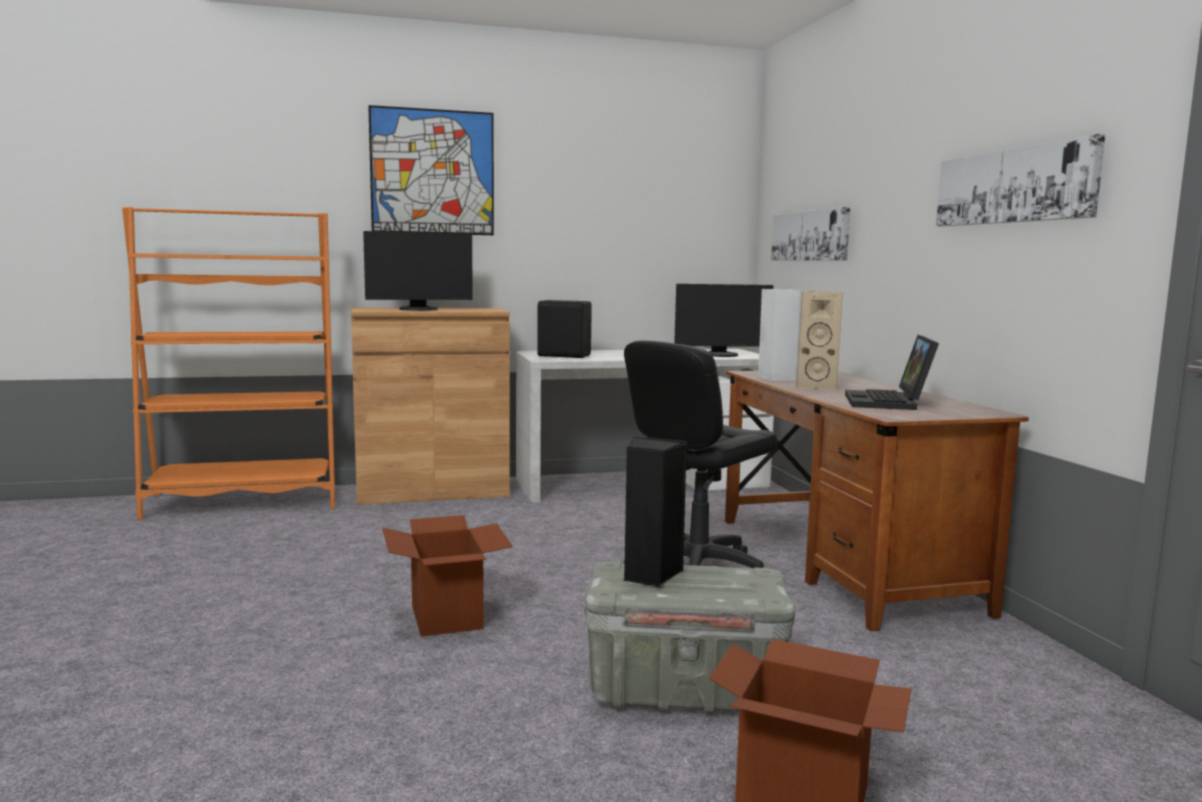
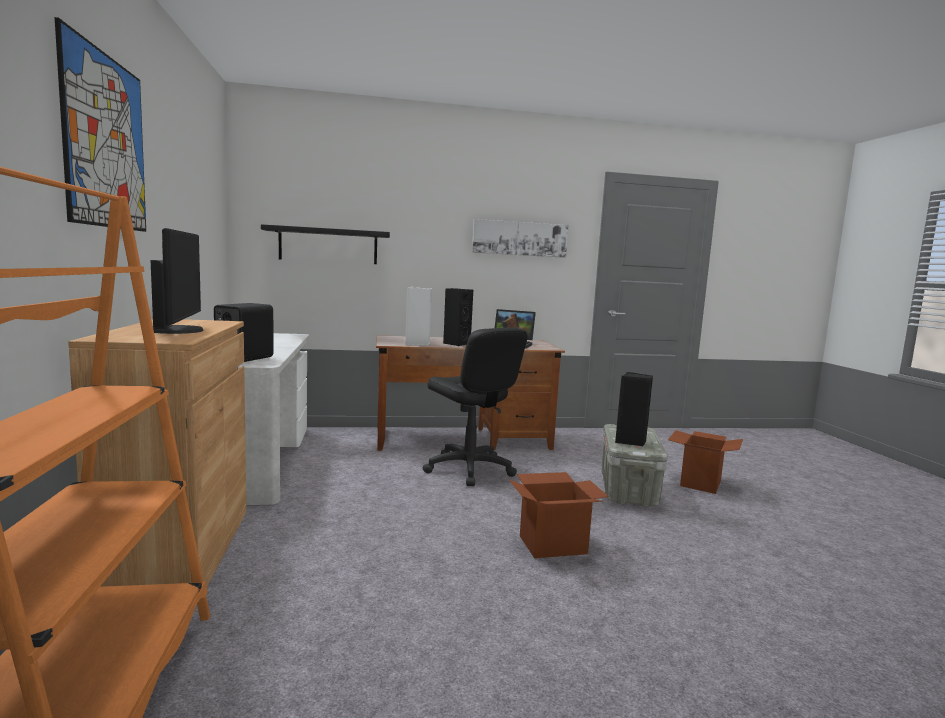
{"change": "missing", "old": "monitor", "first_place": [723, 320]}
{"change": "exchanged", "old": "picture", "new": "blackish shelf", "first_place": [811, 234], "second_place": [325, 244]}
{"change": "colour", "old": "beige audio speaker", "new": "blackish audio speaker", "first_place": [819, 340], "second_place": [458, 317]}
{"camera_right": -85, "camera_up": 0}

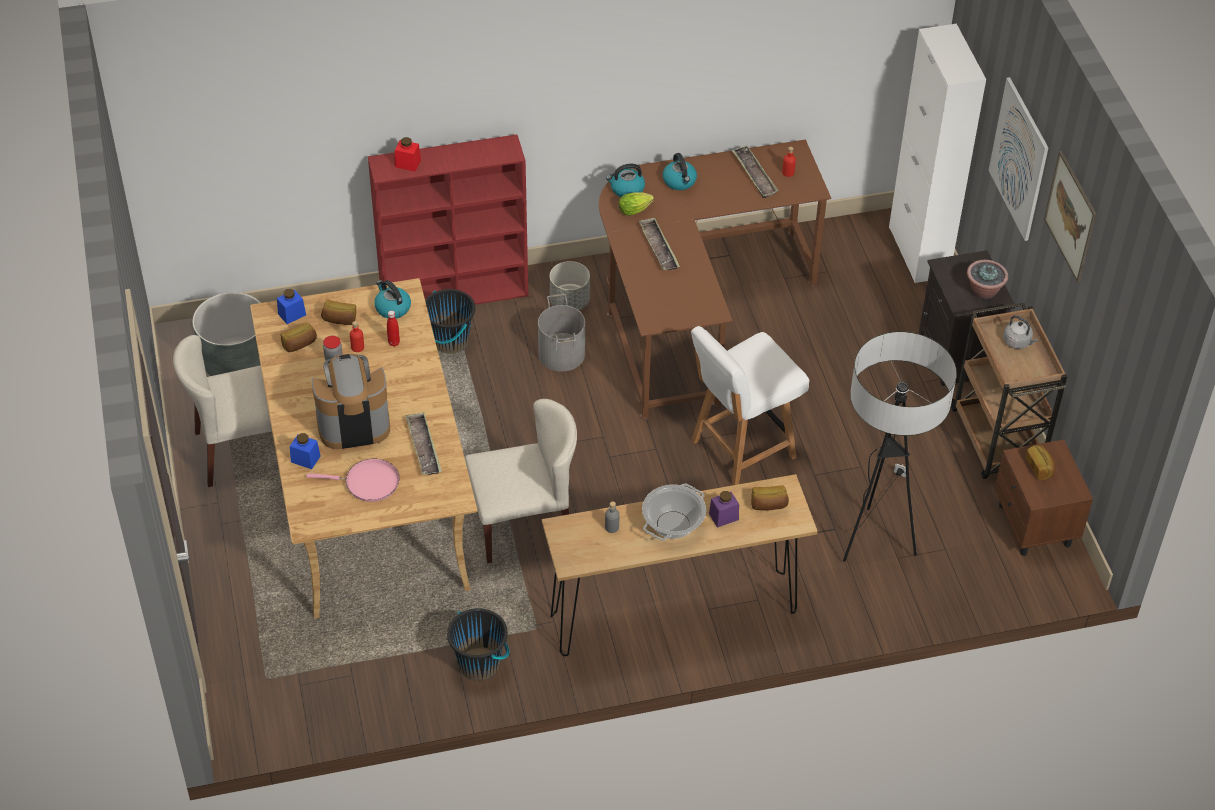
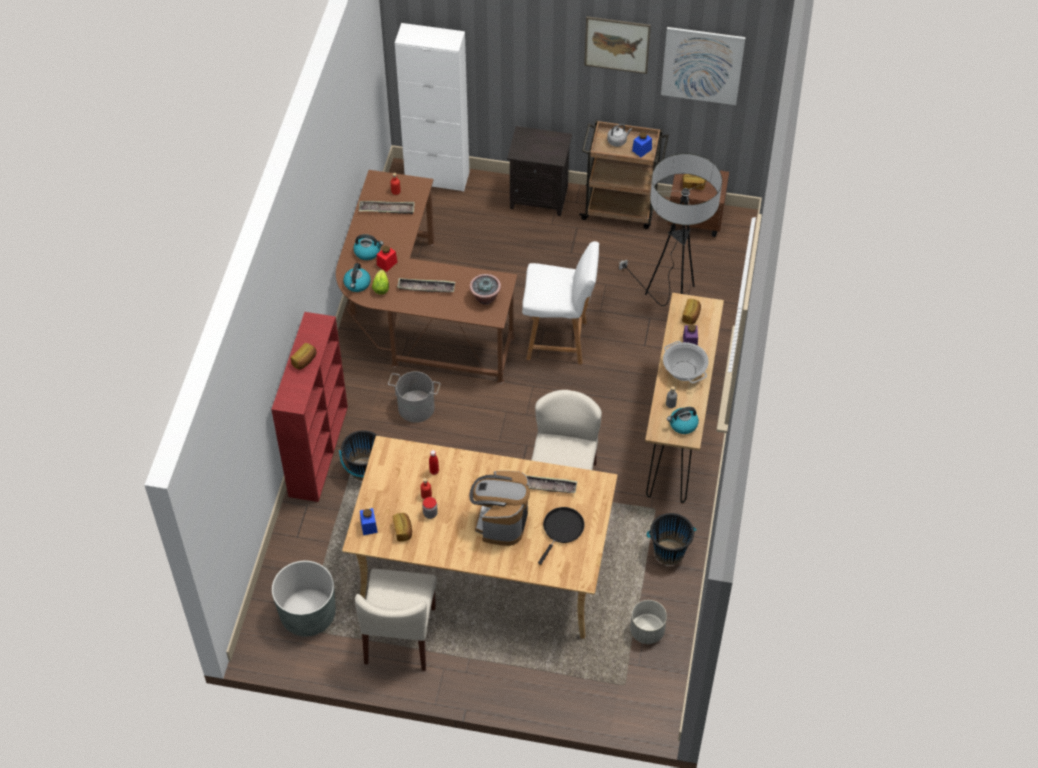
{"change": "relocated", "old": "blue storage jar", "first_place": [305, 451], "second_place": [642, 144]}
{"change": "colour", "old": "pink skillet", "new": "blackish skillet", "first_place": [353, 480], "second_place": [561, 536]}
{"change": "relocated", "old": "bread", "first_place": [338, 312], "second_place": [304, 356]}
{"change": "relocated", "old": "kettle", "first_place": [392, 299], "second_place": [683, 420]}
{"change": "relocated", "old": "red storage jar", "first_place": [408, 154], "second_place": [387, 259]}
{"change": "relocated", "old": "greyish flower pot", "first_place": [570, 285], "second_place": [648, 622]}
{"change": "spun", "old": "whitish chair", "first_place": [750, 405], "second_place": [560, 302], "degrees": -75}
{"change": "relocated", "old": "potted plant", "first_place": [987, 279], "second_place": [485, 289]}
{"change": "relocated", "old": "picture", "first_place": [1018, 159], "second_place": [703, 66]}
{"camera_right": -65, "camera_up": 5}

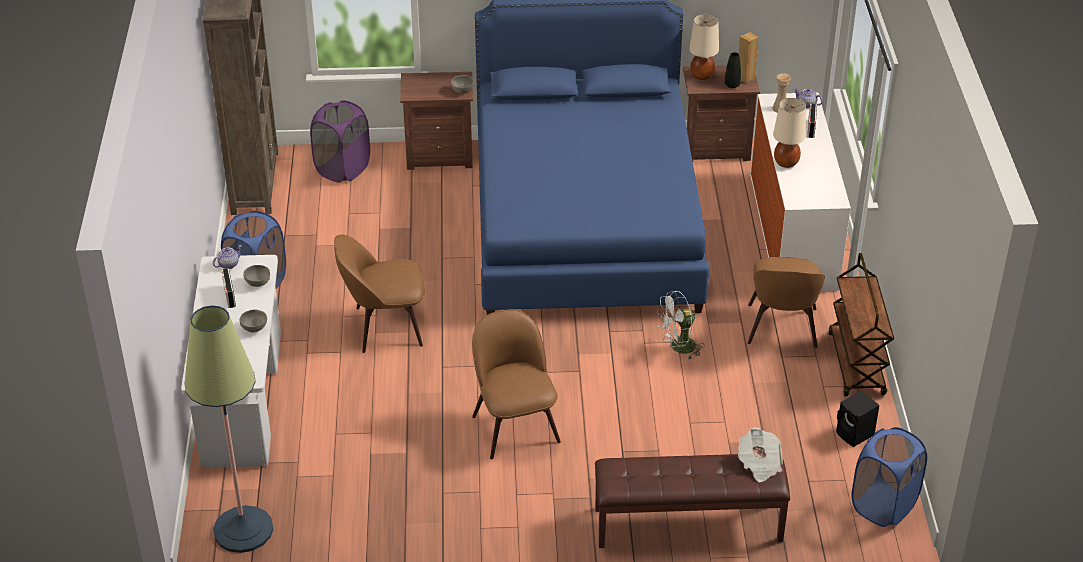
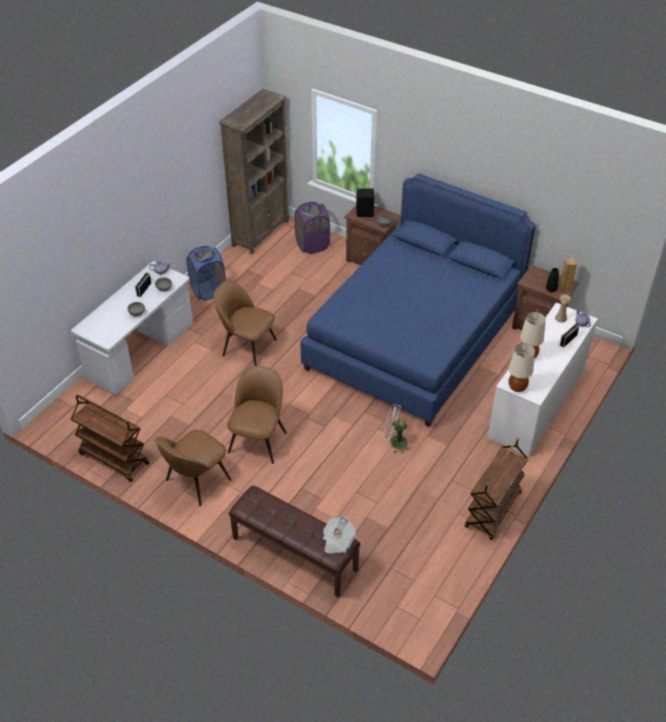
{"change": "missing", "old": "floor lamp", "first_place": [229, 429]}
{"change": "relocated", "old": "beige tabletop lamp", "first_place": [704, 47], "second_place": [522, 367]}
{"change": "relocated", "old": "brown-coloured chair", "first_place": [786, 302], "second_place": [193, 468]}
{"change": "relocated", "old": "blackish audio speaker", "first_place": [857, 419], "second_place": [365, 203]}
{"change": "missing", "old": "blue hamper", "first_place": [889, 477]}
{"change": "appeared", "new": "brown-coloured cart", "second_place": [109, 438]}
{"camera_right": 35, "camera_up": 5}

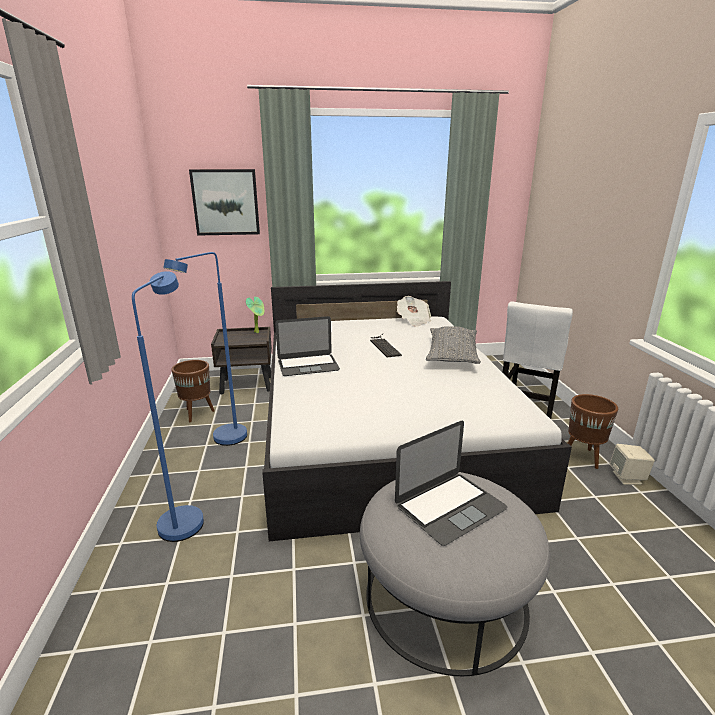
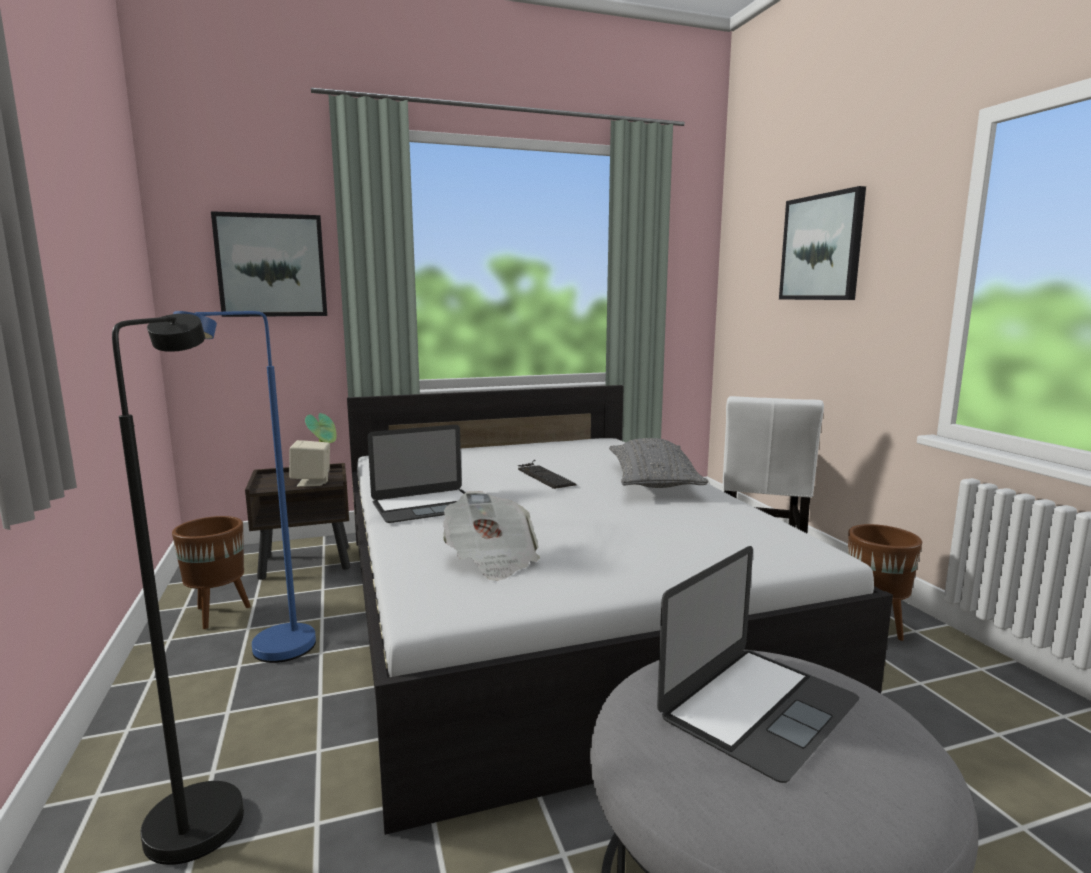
{"change": "colour", "old": "blue floor lamp", "new": "blackish floor lamp", "first_place": [168, 406], "second_place": [178, 589]}
{"change": "relocated", "old": "printed paper", "first_place": [414, 311], "second_place": [491, 536]}
{"change": "relocated", "old": "beige audio speaker", "first_place": [632, 464], "second_place": [309, 463]}
{"change": "appeared", "new": "picture", "second_place": [822, 243]}
{"camera_right": -10, "camera_up": -10}

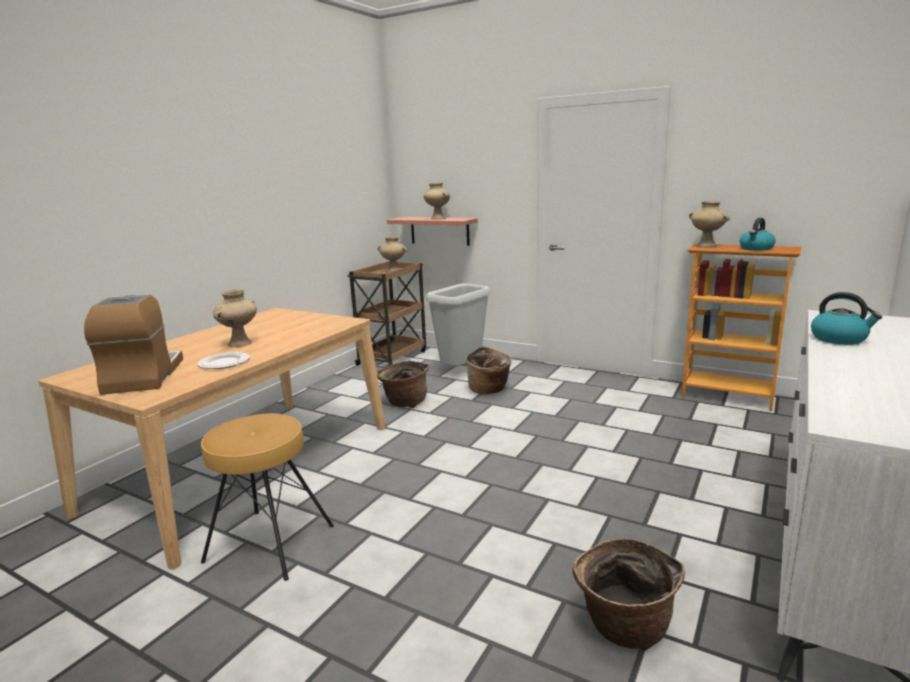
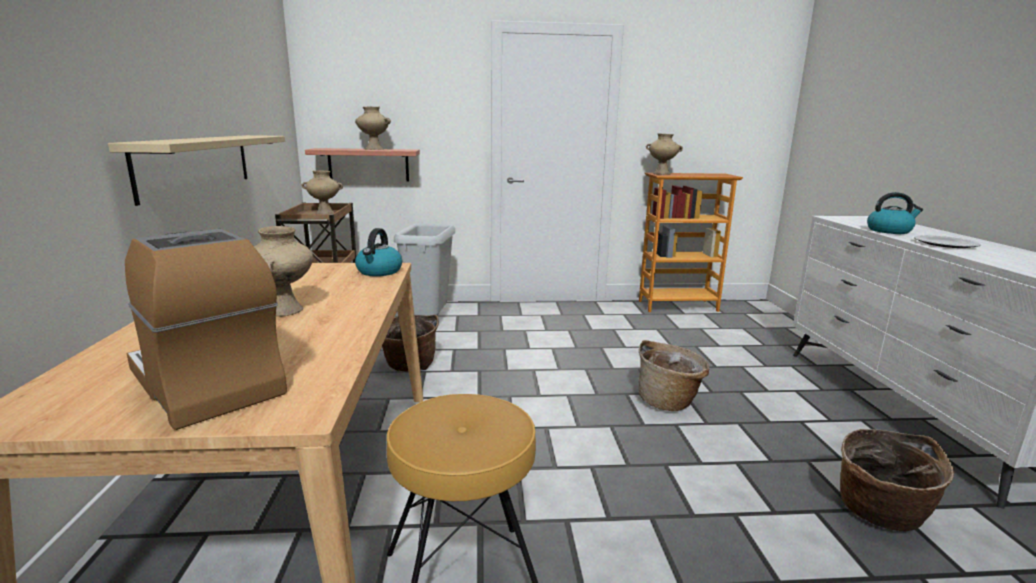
{"change": "relocated", "old": "flat dish", "first_place": [224, 360], "second_place": [947, 241]}
{"change": "relocated", "old": "household basket", "first_place": [489, 370], "second_place": [674, 375]}
{"change": "relocated", "old": "kettle", "first_place": [758, 234], "second_place": [378, 252]}
{"change": "appeared", "new": "beige shelf", "second_place": [196, 170]}
{"camera_right": -35, "camera_up": 0}

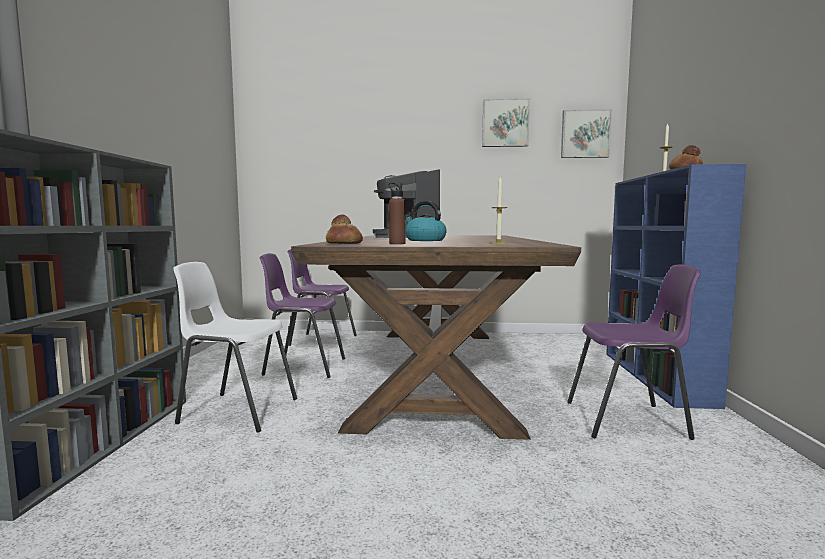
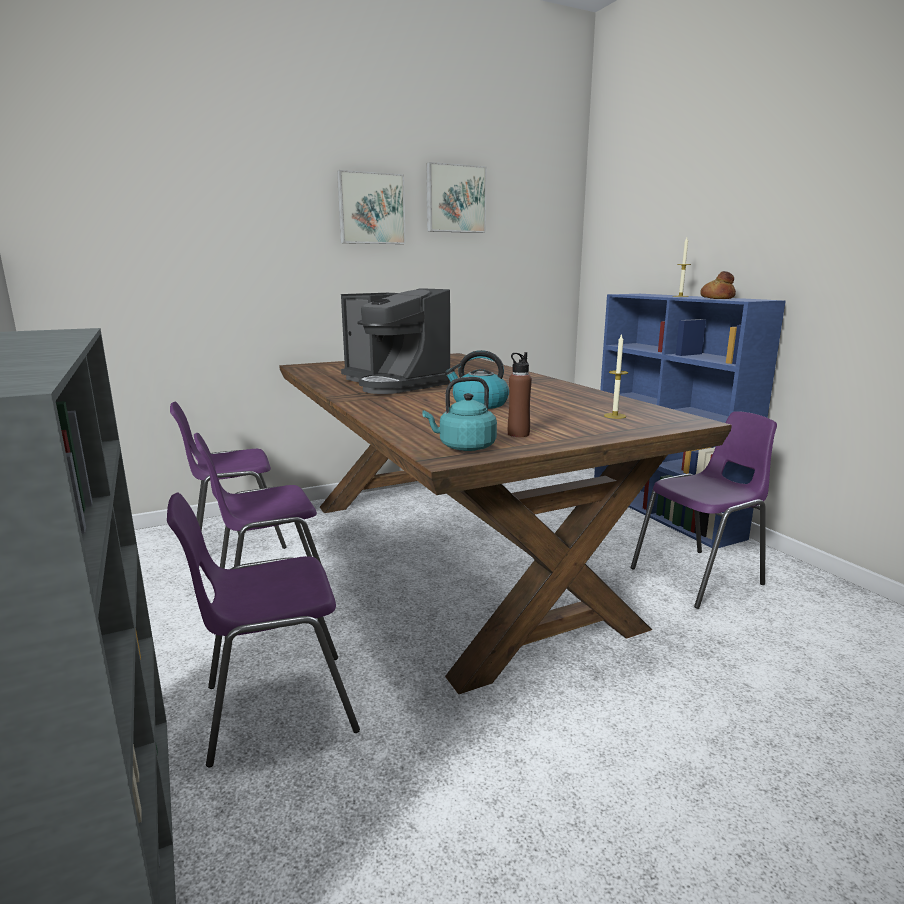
{"change": "colour", "old": "whitish chair", "new": "purple chair", "first_place": [235, 347], "second_place": [263, 630]}
{"change": "exchanged", "old": "bread", "new": "turquoise-coloured kettle", "first_place": [344, 229], "second_place": [459, 414]}
{"change": "relocated", "old": "picture", "first_place": [586, 133], "second_place": [371, 207]}
{"camera_right": -30, "camera_up": 10}

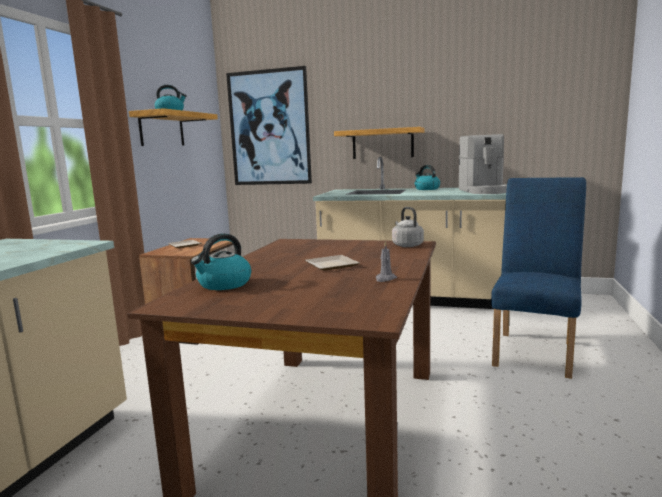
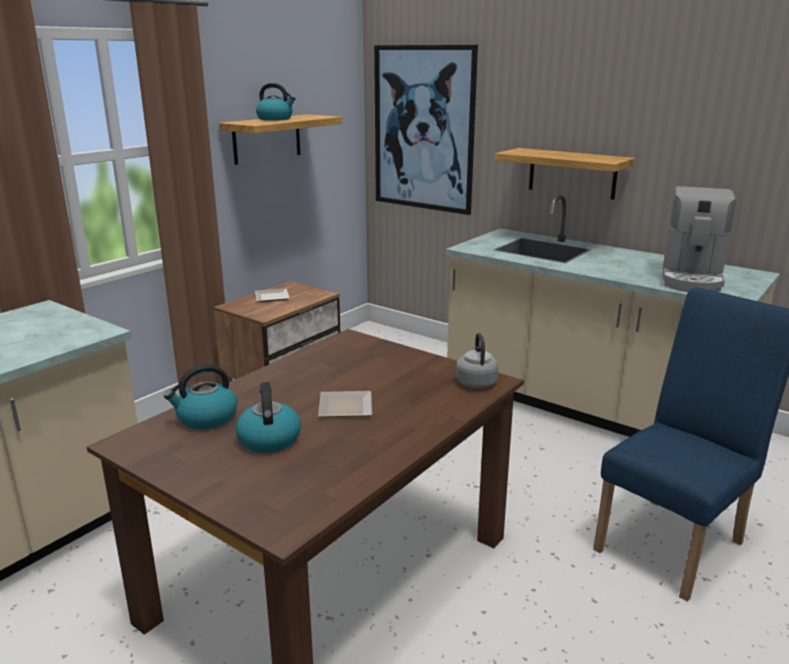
{"change": "missing", "old": "greyish candle", "first_place": [386, 261]}
{"change": "relocated", "old": "kettle", "first_place": [427, 177], "second_place": [268, 417]}
{"camera_right": 20, "camera_up": 10}

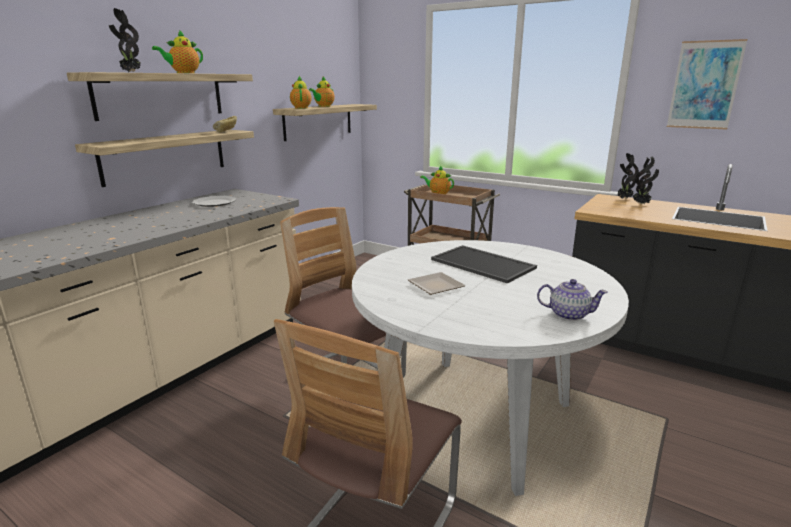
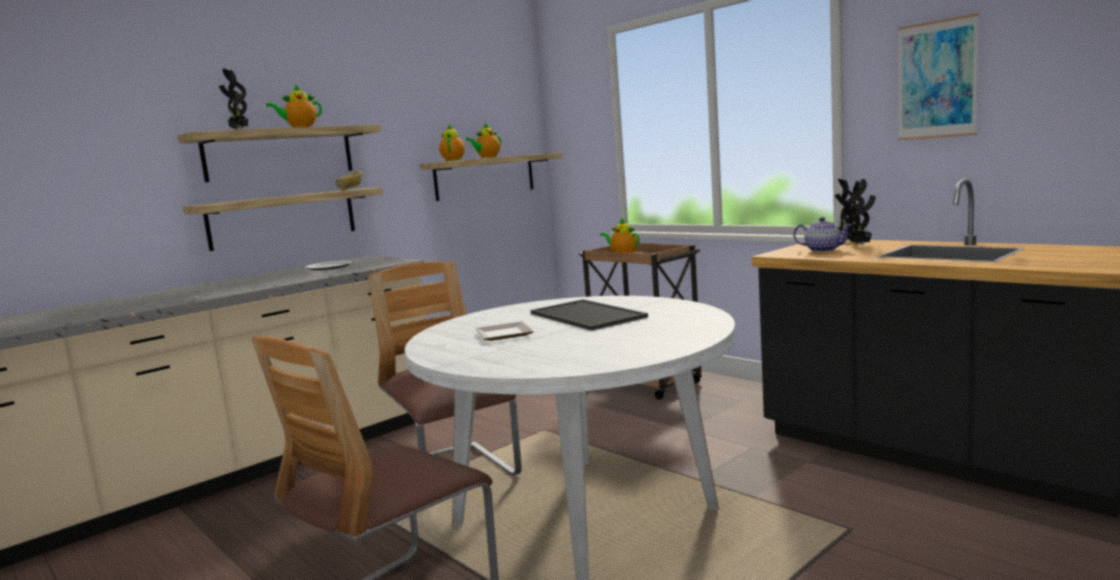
{"change": "relocated", "old": "pot for tea", "first_place": [572, 300], "second_place": [822, 234]}
{"camera_right": 15, "camera_up": -10}

